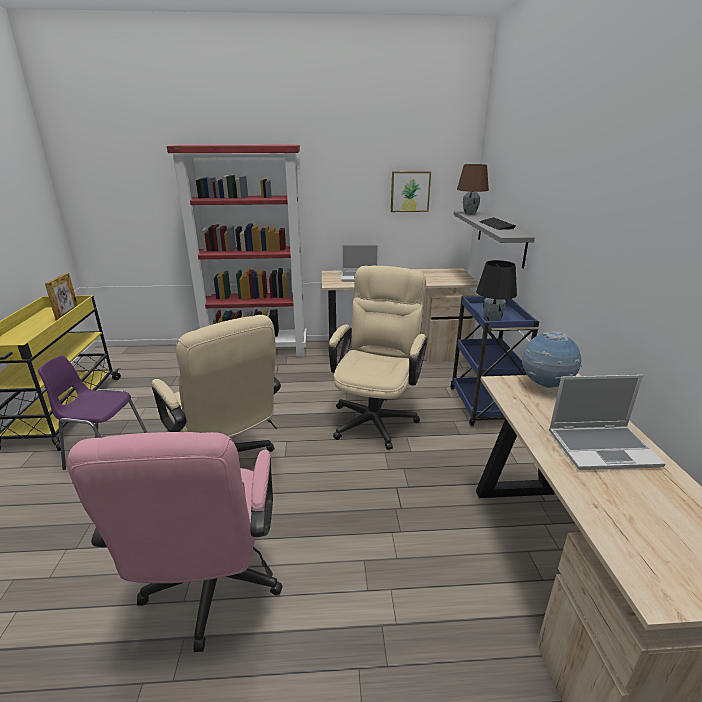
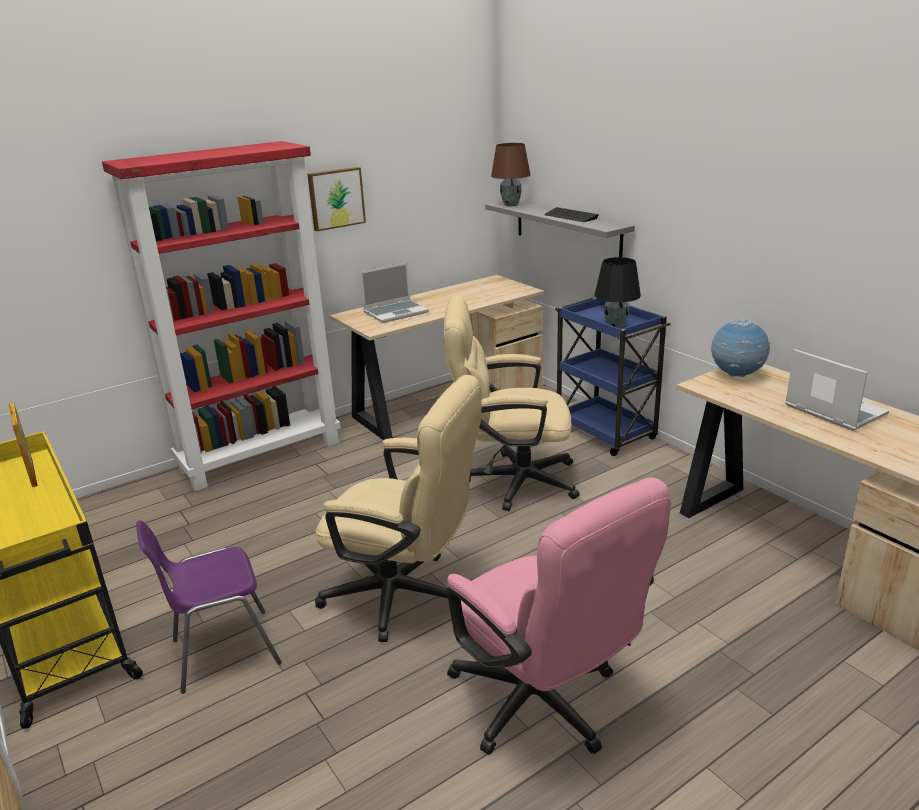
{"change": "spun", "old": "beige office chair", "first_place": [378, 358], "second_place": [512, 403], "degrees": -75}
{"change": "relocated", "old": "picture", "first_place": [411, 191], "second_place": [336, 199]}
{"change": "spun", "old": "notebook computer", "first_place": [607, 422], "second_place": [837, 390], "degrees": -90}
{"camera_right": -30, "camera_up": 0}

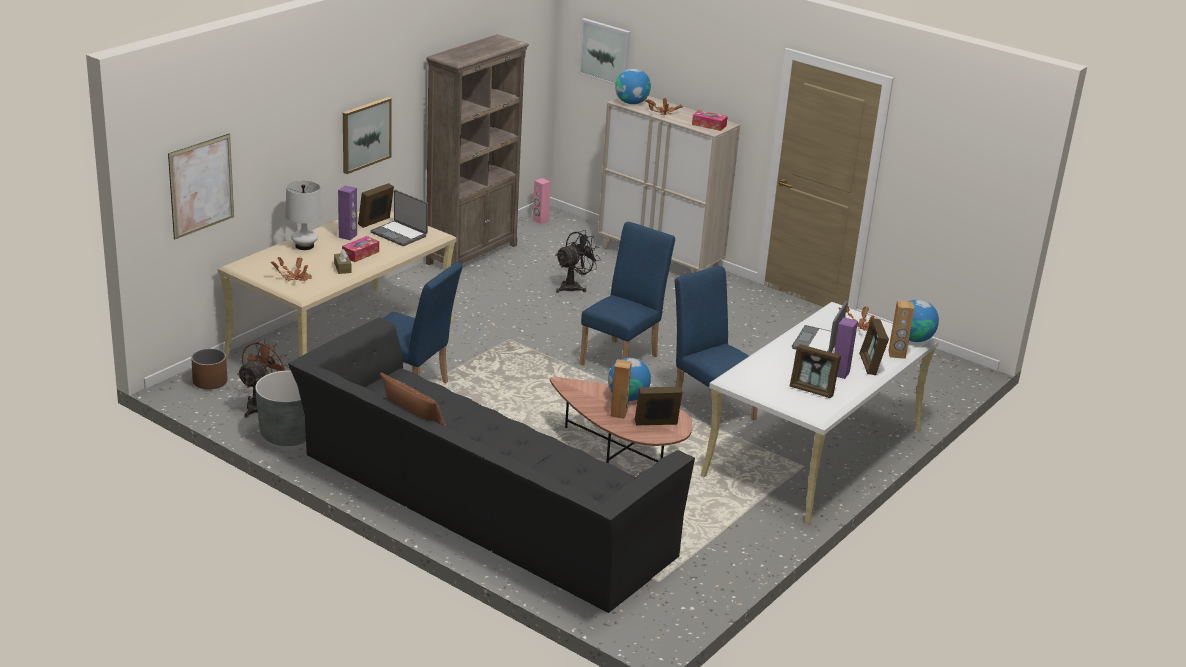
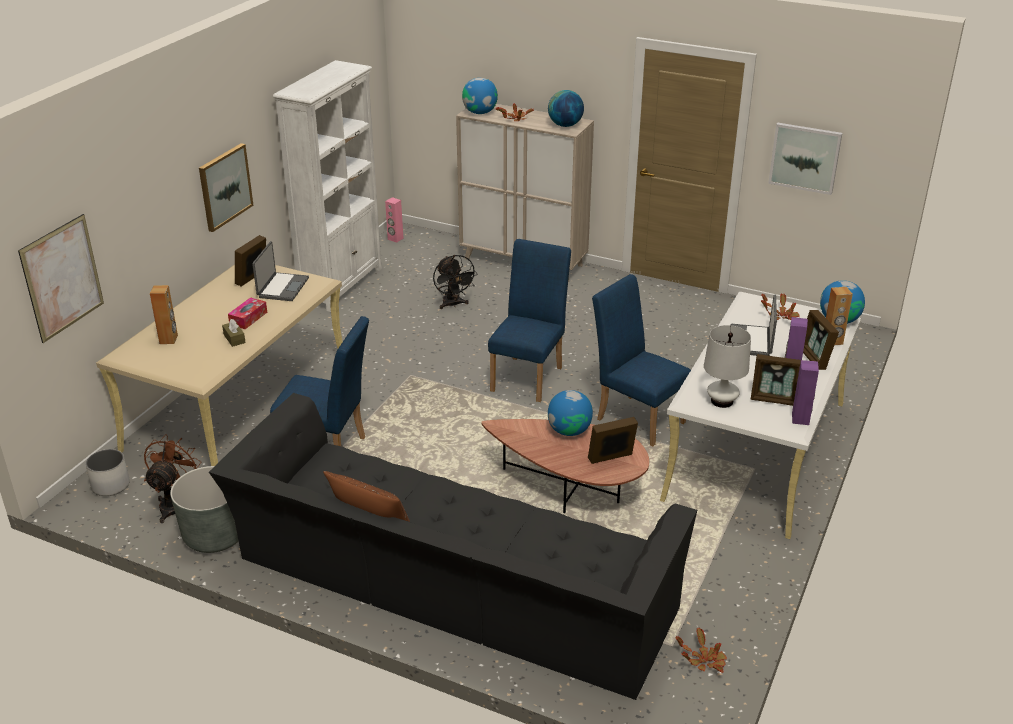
{"change": "colour", "old": "brown-coloured flower pot", "new": "whitish flower pot", "first_place": [209, 369], "second_place": [108, 472]}
{"change": "relocated", "old": "potted plant", "first_place": [291, 269], "second_place": [701, 650]}
{"change": "relocated", "old": "whitish tabletop lamp", "first_place": [304, 215], "second_place": [727, 366]}
{"change": "relocated", "old": "purple audio speaker", "first_place": [347, 213], "second_place": [805, 392]}
{"change": "spun", "old": "notebook computer", "first_place": [399, 218], "second_place": [280, 271], "degrees": -105}
{"change": "colour", "old": "brown-coloured shelving unit", "new": "whitish shelving unit", "first_place": [477, 149], "second_place": [327, 186]}
{"change": "spun", "old": "blackish fan", "first_place": [578, 261], "second_place": [455, 282], "degrees": 120}
{"change": "relocated", "old": "picture", "first_place": [604, 51], "second_place": [805, 159]}
{"change": "relocated", "old": "brown-coloured audio speaker", "first_place": [621, 389], "second_place": [164, 314]}
{"change": "exchanged", "old": "box of tissues", "new": "globe", "first_place": [710, 120], "second_place": [566, 108]}
{"camera_right": -10, "camera_up": 5}

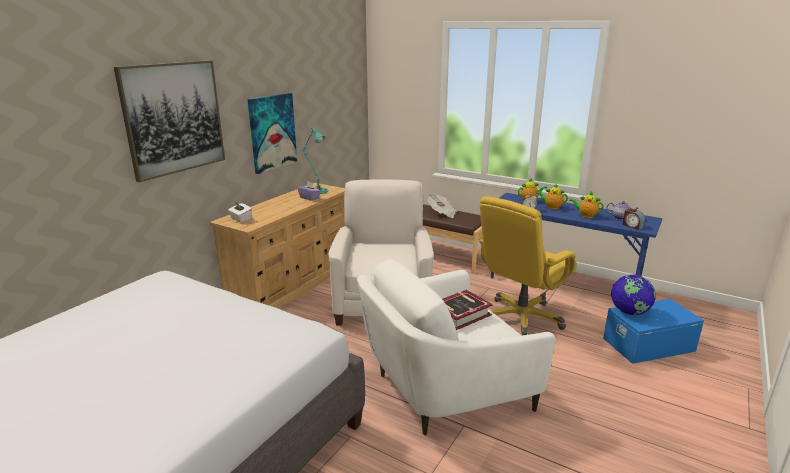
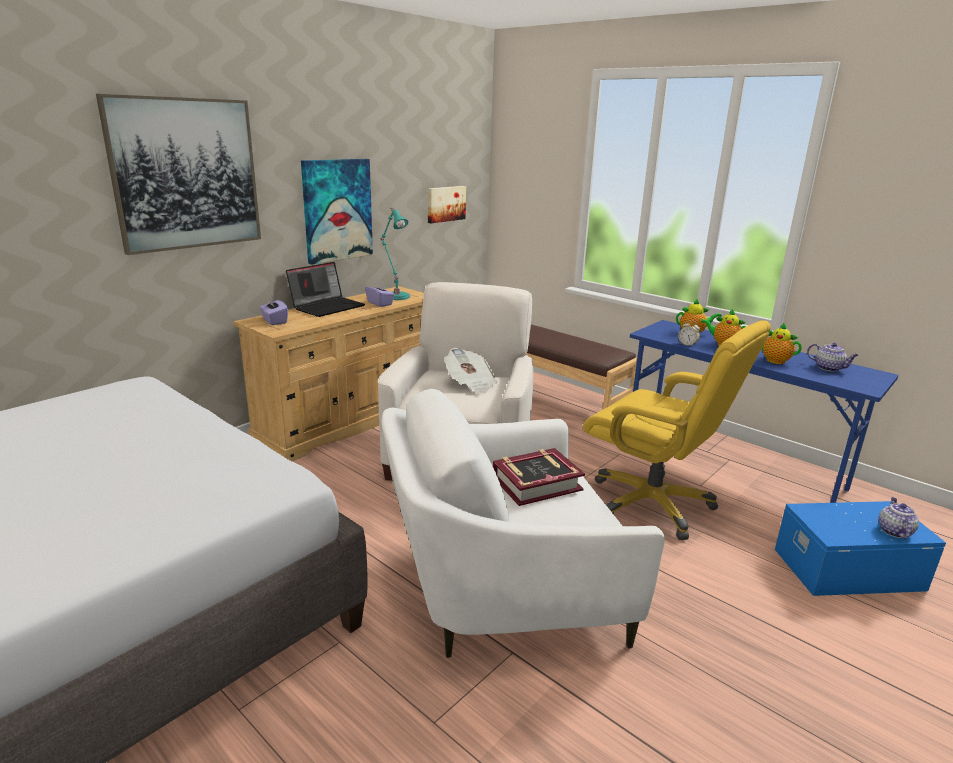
{"change": "colour", "old": "whitish box of tissues", "new": "purple box of tissues", "first_place": [240, 212], "second_place": [273, 311]}
{"change": "relocated", "old": "printed paper", "first_place": [442, 206], "second_place": [470, 371]}
{"change": "spun", "old": "yellow-coloured office chair", "first_place": [527, 265], "second_place": [677, 430], "degrees": -105}
{"change": "missing", "old": "globe", "first_place": [633, 294]}
{"change": "missing", "old": "alarm clock", "first_place": [634, 219]}
{"change": "appeared", "new": "notebook computer", "second_place": [325, 289]}
{"change": "appeared", "new": "picture", "second_place": [447, 204]}
{"change": "appeared", "new": "pot for tea", "second_place": [898, 517]}
{"camera_right": 10, "camera_up": 0}

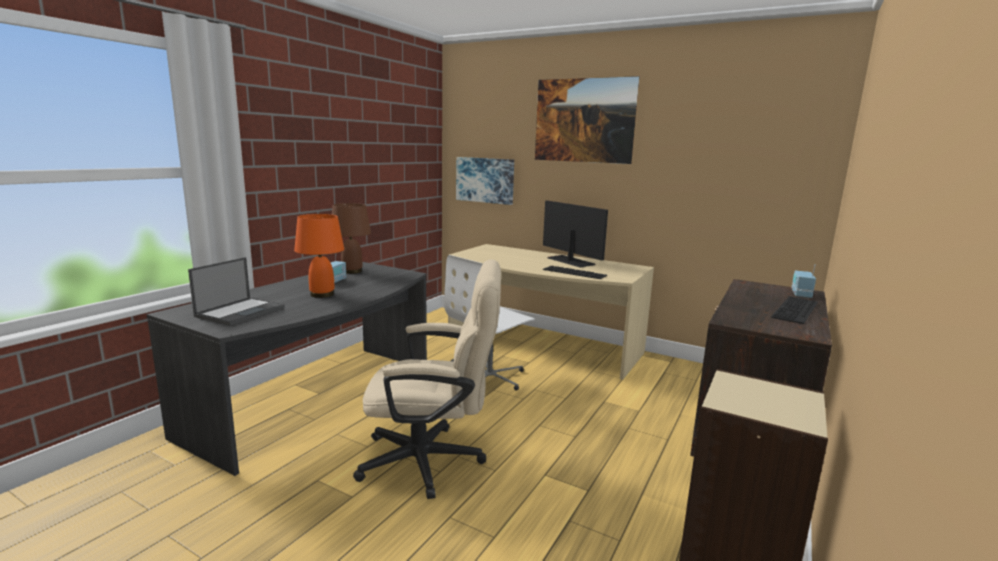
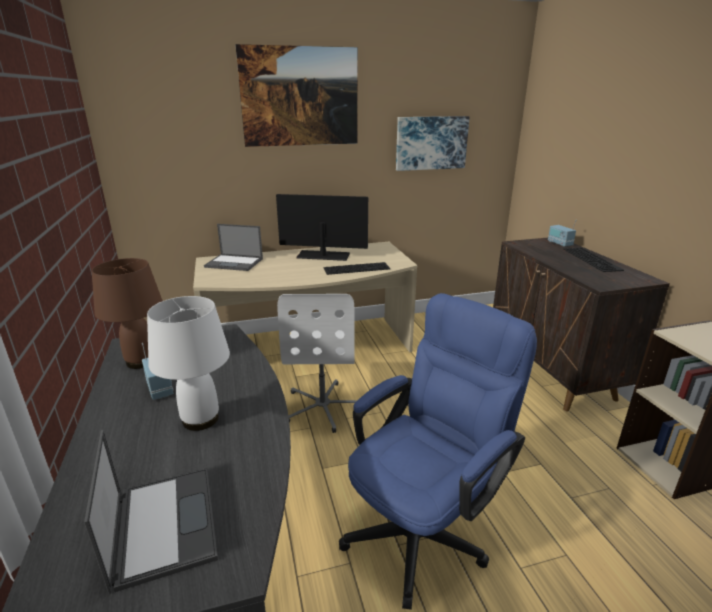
{"change": "colour", "old": "orange tabletop lamp", "new": "whitish tabletop lamp", "first_place": [319, 256], "second_place": [188, 363]}
{"change": "colour", "old": "beige office chair", "new": "blue office chair", "first_place": [427, 379], "second_place": [438, 451]}
{"change": "relocated", "old": "picture", "first_place": [485, 181], "second_place": [433, 143]}
{"change": "appeared", "new": "notebook computer", "second_place": [233, 247]}
{"camera_right": -45, "camera_up": 10}

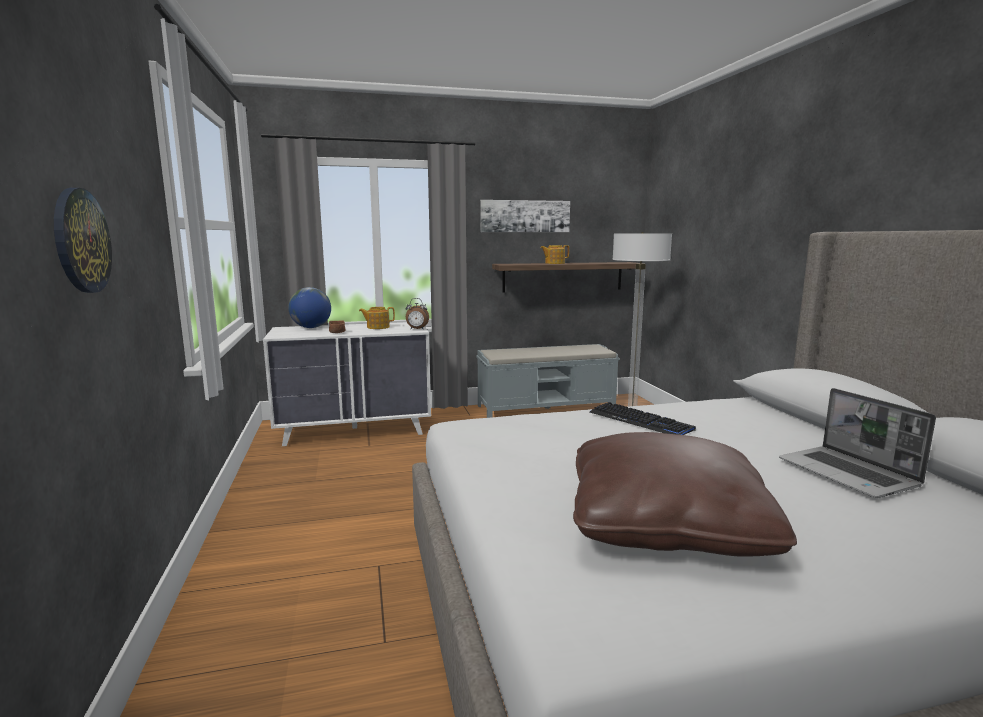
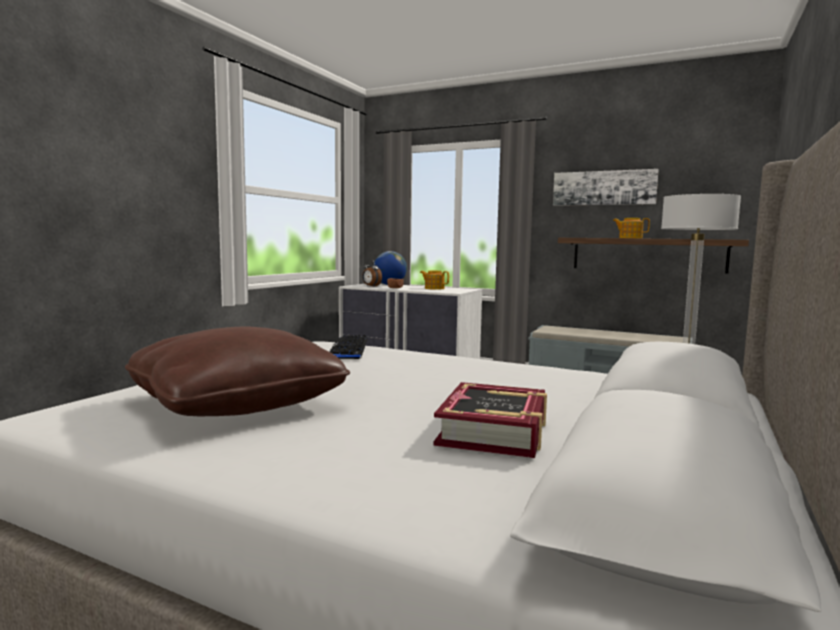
{"change": "missing", "old": "clock on the wall", "first_place": [83, 240]}
{"change": "relocated", "old": "alarm clock", "first_place": [417, 314], "second_place": [372, 273]}
{"change": "relocated", "old": "keyboard", "first_place": [643, 418], "second_place": [349, 347]}
{"change": "exchanged", "old": "notebook computer", "new": "volume", "first_place": [857, 443], "second_place": [490, 420]}
{"camera_right": 40, "camera_up": -5}

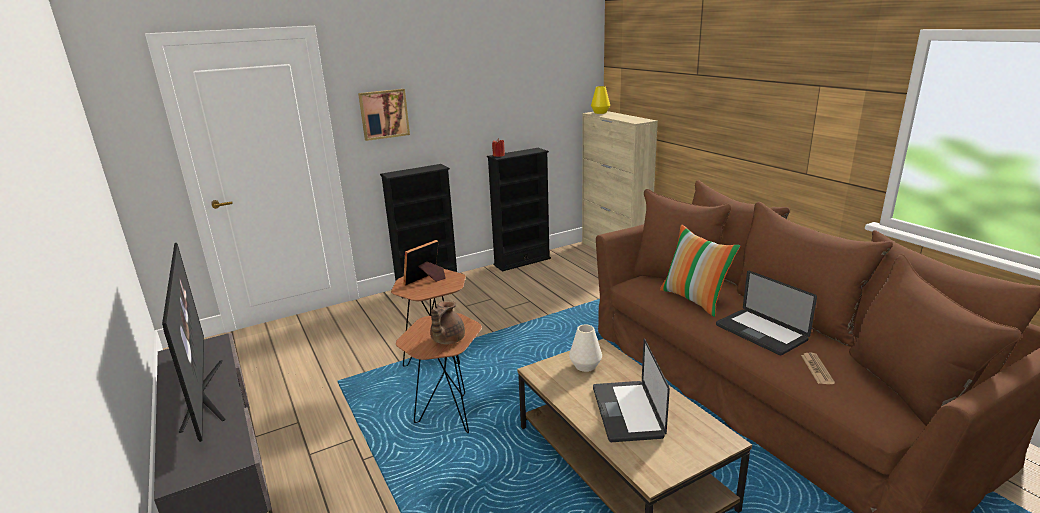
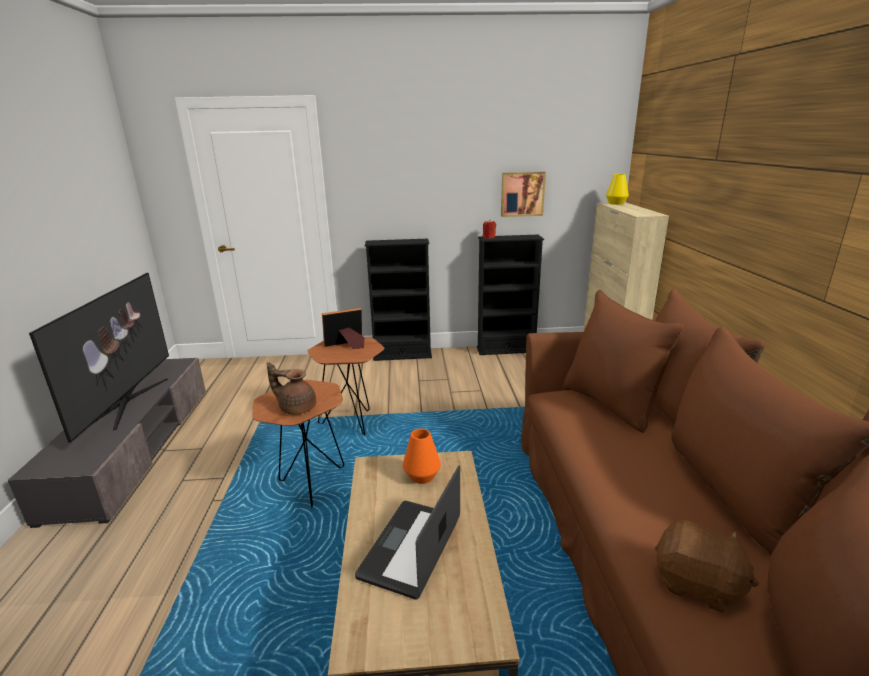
{"change": "relocated", "old": "picture", "first_place": [384, 115], "second_place": [523, 194]}
{"change": "spun", "old": "brown-coloured pot for tea", "first_place": [447, 322], "second_place": [291, 388], "degrees": 60}
{"change": "colour", "old": "whitish decorative vase", "new": "orange decorative vase", "first_place": [585, 348], "second_place": [422, 456]}
{"change": "missing", "old": "cushion", "first_place": [700, 271]}
{"change": "missing", "old": "notebook computer", "first_place": [766, 313]}
{"change": "exchanged", "old": "printed paper", "new": "brown-coloured soft toy", "first_place": [818, 368], "second_place": [707, 566]}
{"camera_right": 25, "camera_up": 0}

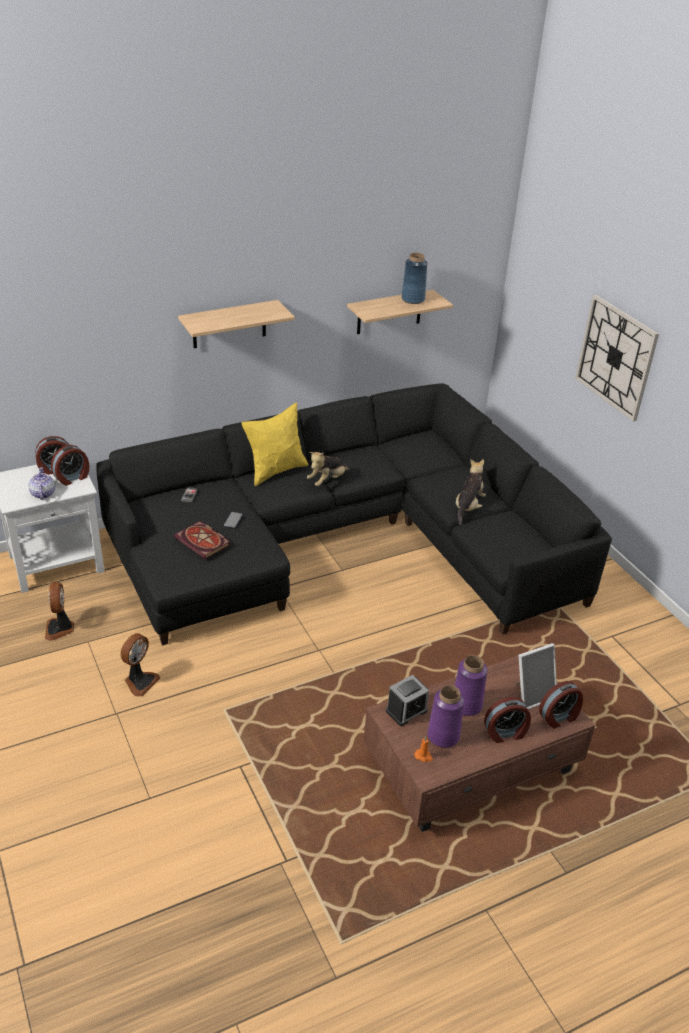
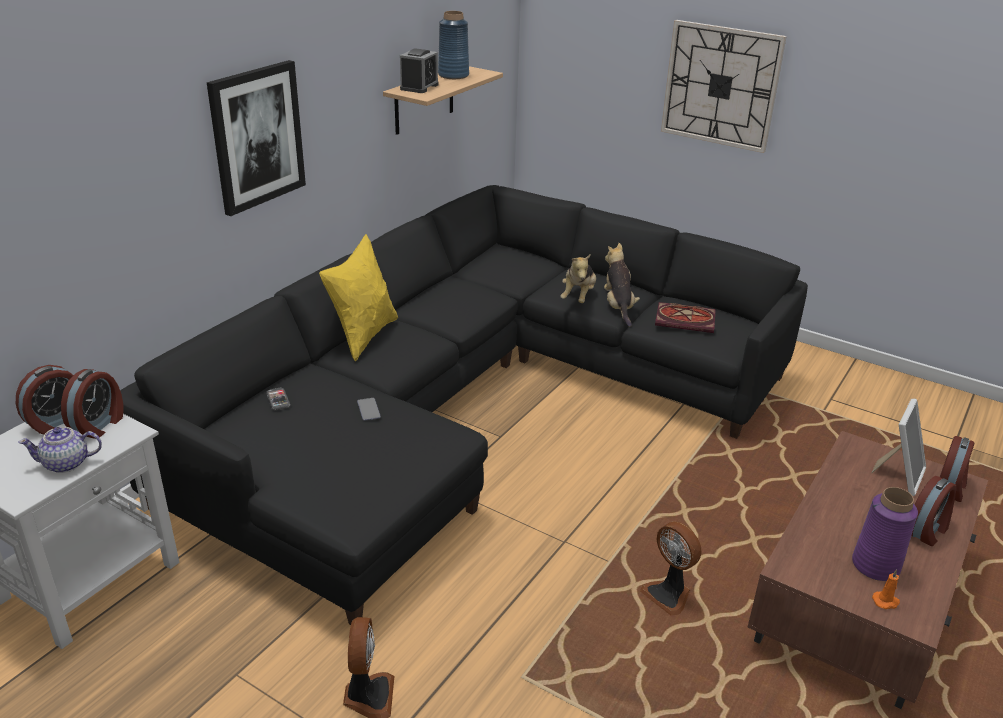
{"change": "spun", "old": "pot for tea", "first_place": [41, 483], "second_place": [60, 450], "degrees": -60}
{"change": "relocated", "old": "fan", "first_place": [59, 611], "second_place": [671, 568]}
{"change": "relocated", "old": "volume", "first_place": [202, 540], "second_place": [685, 317]}
{"change": "exchanged", "old": "shelf", "new": "picture", "first_place": [236, 324], "second_place": [256, 138]}
{"change": "relocated", "old": "soft toy", "first_place": [328, 469], "second_place": [578, 278]}
{"change": "relocated", "old": "alarm clock", "first_place": [407, 700], "second_place": [419, 70]}
{"change": "missing", "old": "purple decorative vase", "first_place": [471, 685]}
{"camera_right": -30, "camera_up": -5}

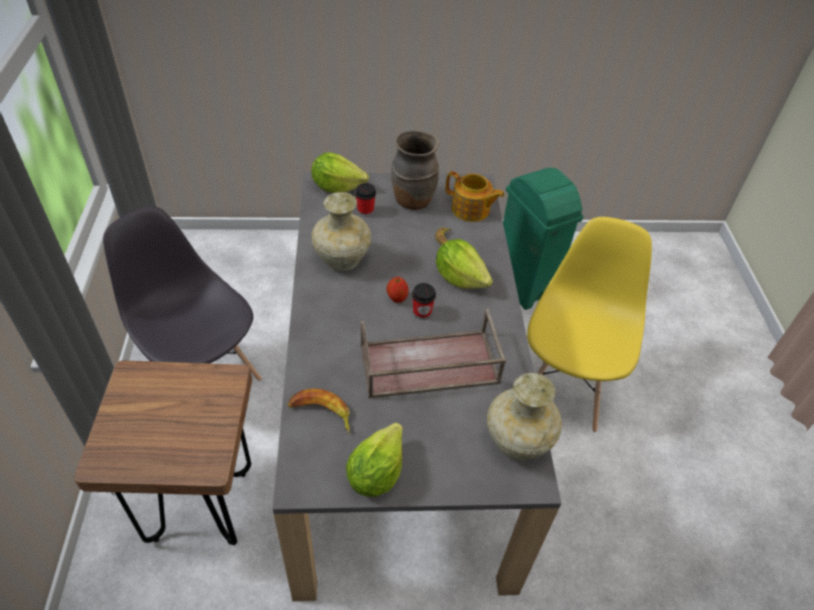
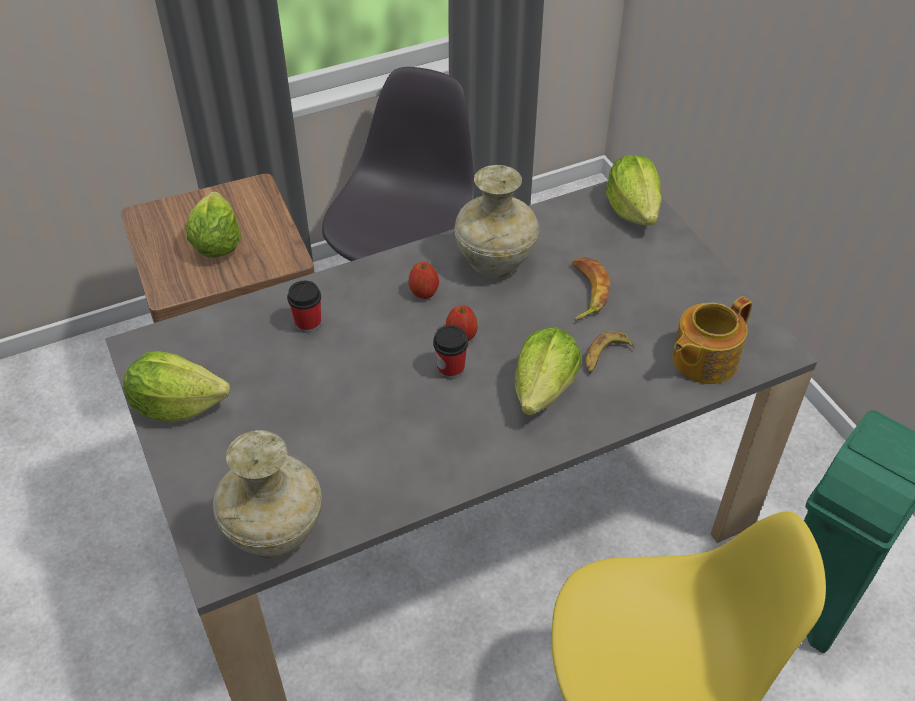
{"change": "relocated", "old": "banana", "first_place": [319, 411], "second_place": [591, 289]}
{"change": "relocated", "old": "small cup", "first_place": [365, 199], "second_place": [304, 307]}
{"change": "missing", "old": "brown-coloured carrying tray", "first_place": [433, 353]}
{"change": "missing", "old": "brown-coloured decorative vase", "first_place": [415, 170]}
{"change": "spun", "old": "pot for tea", "first_place": [475, 196], "second_place": [712, 340], "degrees": 45}
{"change": "appeared", "new": "lettuce head", "second_place": [213, 224]}
{"change": "appeared", "new": "whole apple", "second_place": [423, 280]}
{"camera_right": 70, "camera_up": 0}

